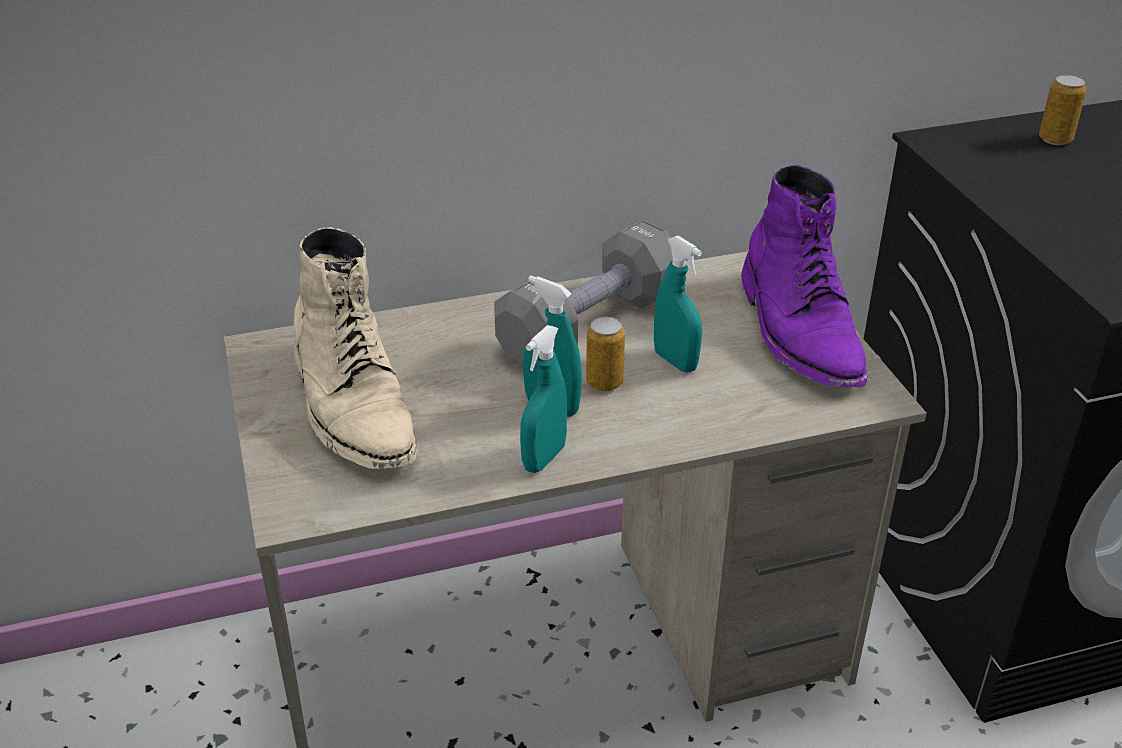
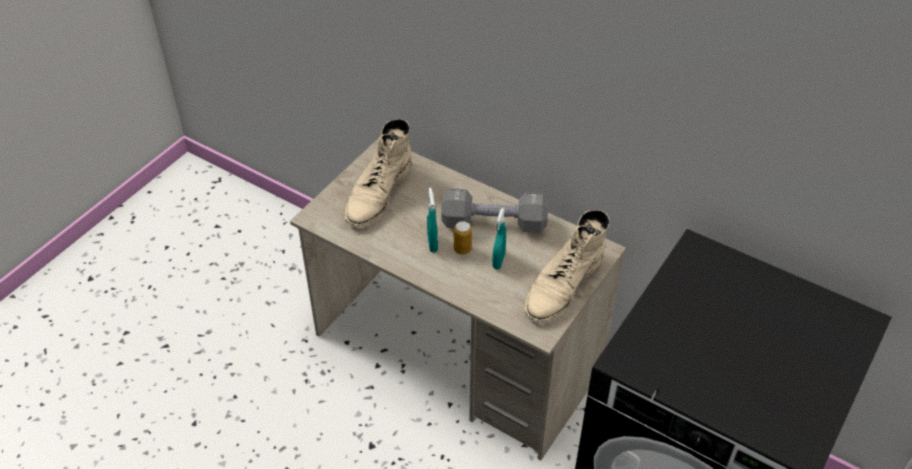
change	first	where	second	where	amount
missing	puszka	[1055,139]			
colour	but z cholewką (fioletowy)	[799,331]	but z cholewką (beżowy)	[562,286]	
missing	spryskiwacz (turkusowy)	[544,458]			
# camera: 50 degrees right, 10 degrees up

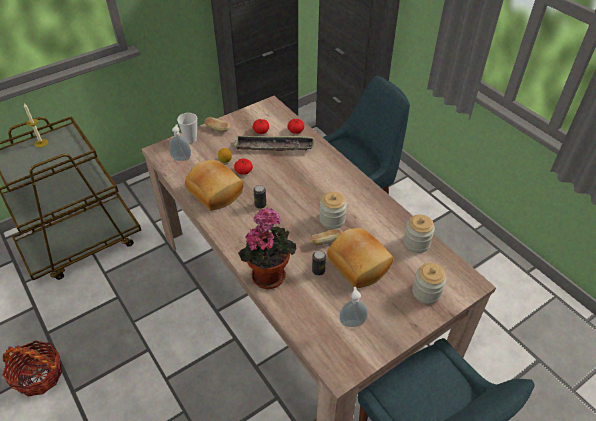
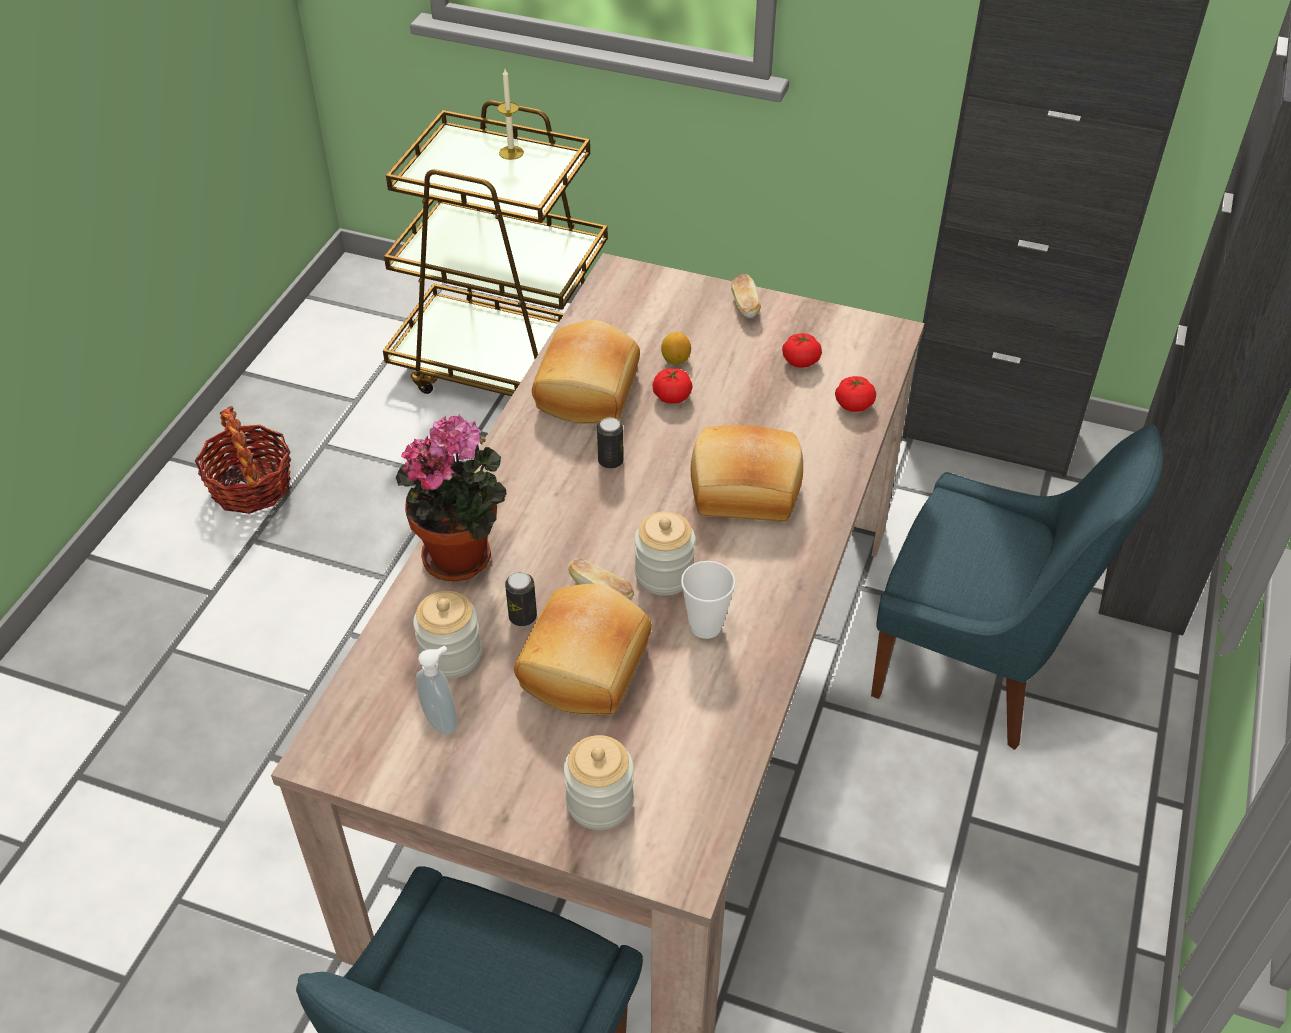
change	first	where	second	where	amount
relocated	filiżanka	[190,139]		[706,626]	
missing	dozownik mydła	[181,158]			
missing	taca	[274,146]			
relocated	słoik	[416,243]		[451,655]	
appeared			chleb	[745,491]	
# camera: 55 degrees right, 0 degrees up

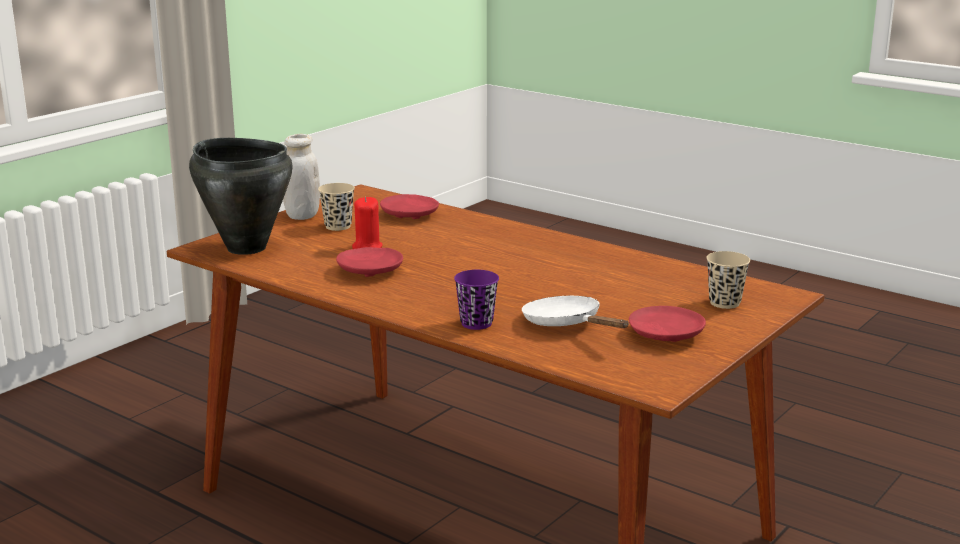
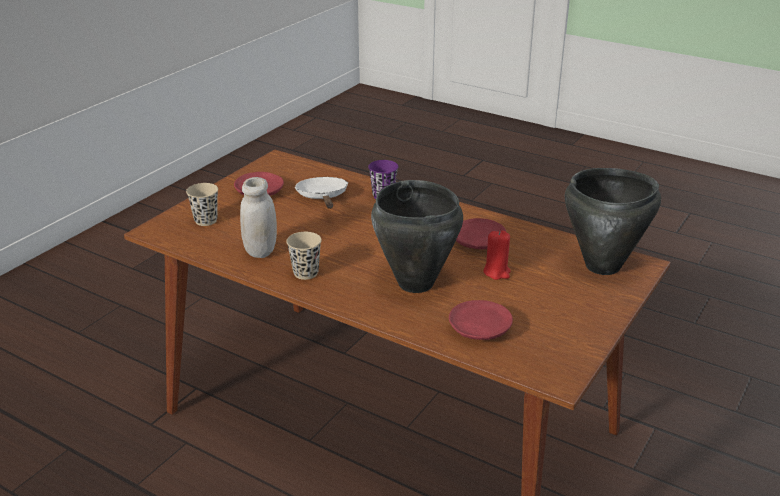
change	first	where	second	where	amount
relocated	słoik (biały)	[302,215]		[261,251]	
relocated	filiżanka (beżowy)	[338,226]		[305,273]	
spun	patelnia (biały)	[567,324]		[323,197]	150 degrees counterclockwise
appeared			garnek (czarny)	[415,283]	
# camera: 175 degrees right, 10 degrees up

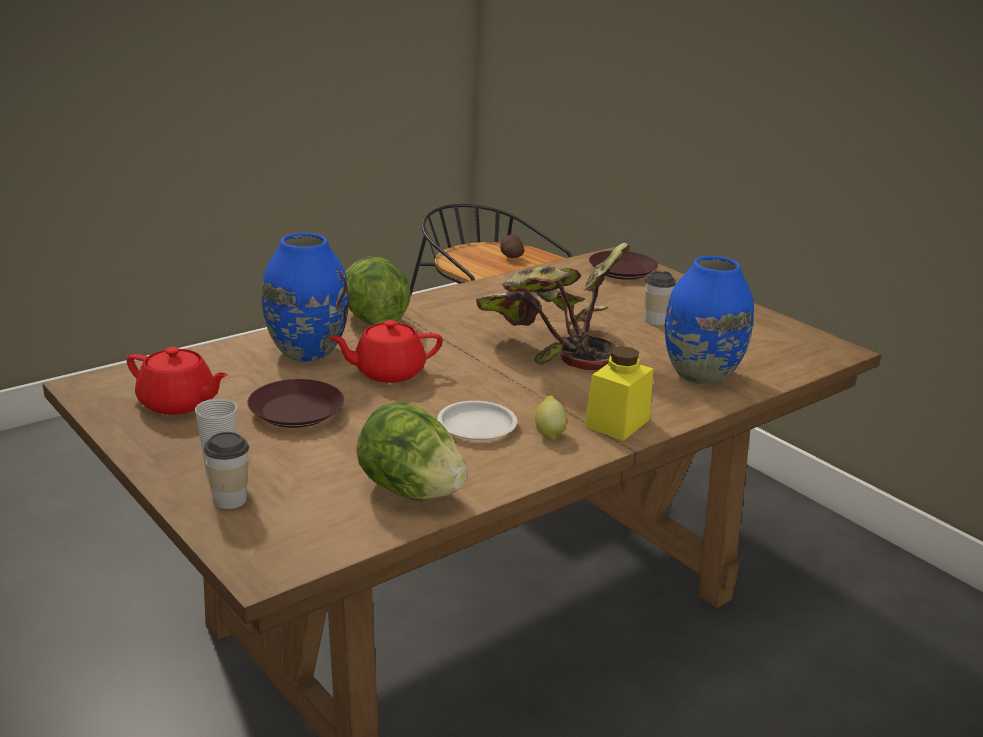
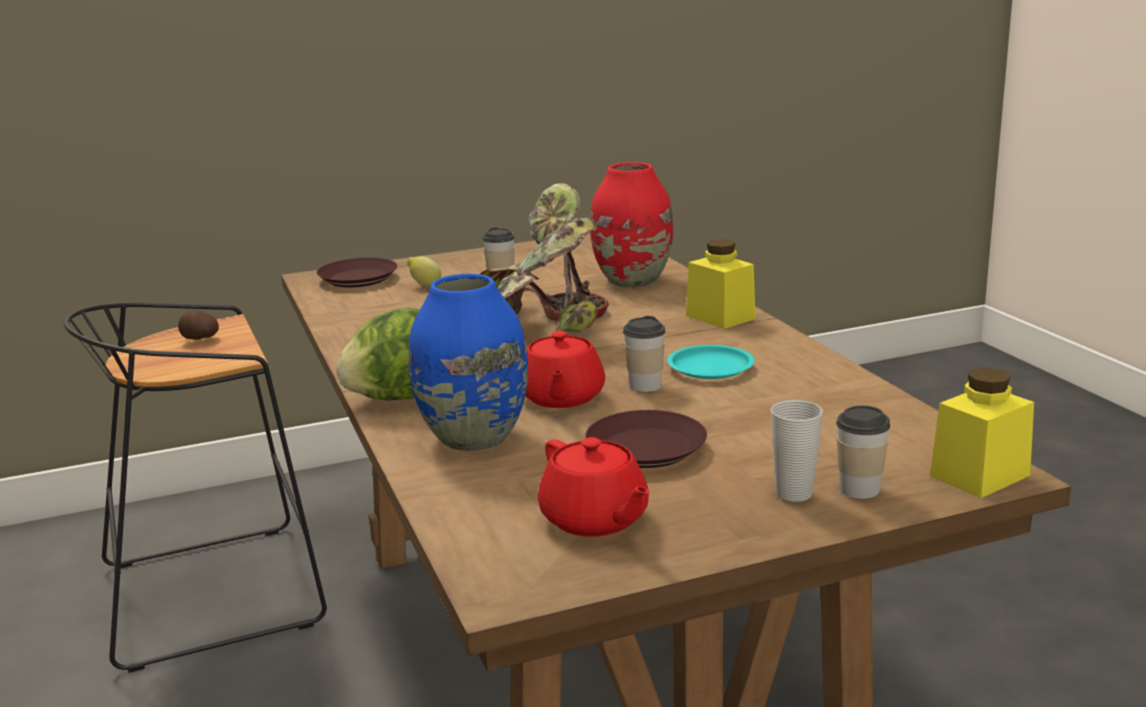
change	first	where	second	where	amount
colour	wazon (niebieski)	[700,375]	wazon (czerwony)	[632,281]	
spun	imbryk (czerwony)	[178,403]		[595,520]	105 degrees clockwise
relocated	cytryna	[549,433]		[425,286]	
colour	talerz (biały)	[477,426]	talerz (turkusowy)	[711,367]	
missing	sałata	[410,491]			
appeared			filiżanka	[645,386]	
appeared			słoik (żółty)	[979,475]	
# camera: 70 degrees left, 5 degrees down

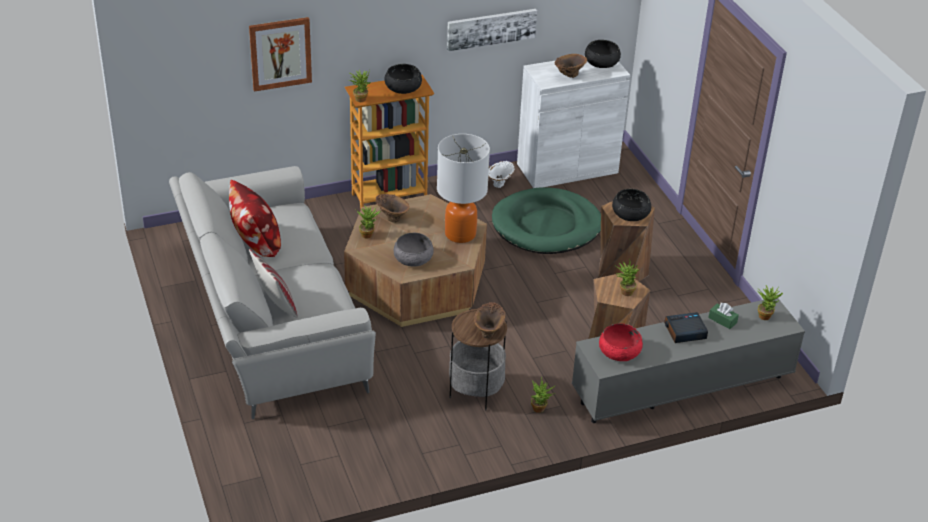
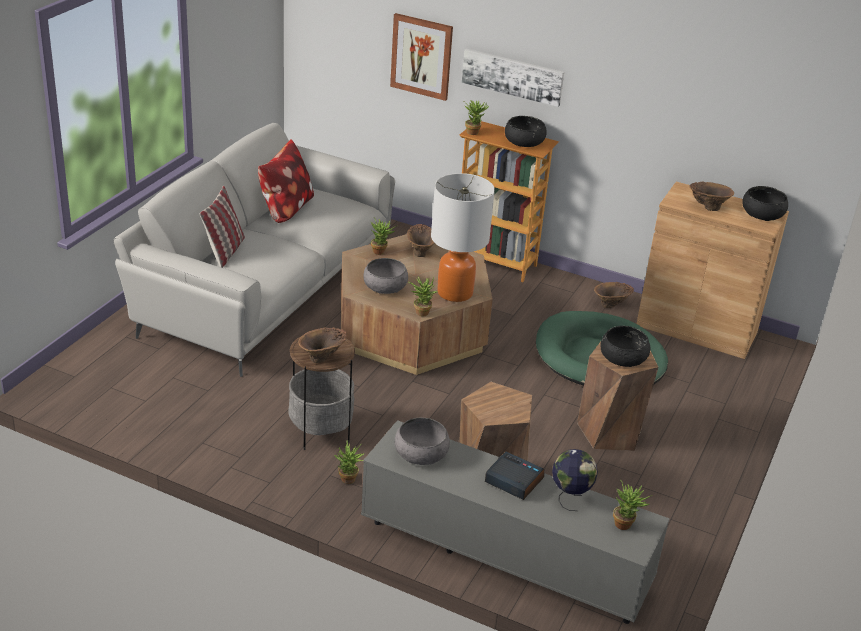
change	first	where	second	where	amount
relocated	obraz	[491,28]		[512,76]	
colour	szafka (biały)	[567,168]	szafka (brązowy)	[696,328]	
colour	wazon (biały)	[500,183]	wazon (brązowy)	[611,305]	
relocated	roślina doniczkowa	[624,291]		[421,311]	
exchanged	pudełko chusteczek (zielony)	[722,320]	globus	[570,498]	
colour	miska (czerwony)	[619,351]	miska (szary)	[421,453]	
# camera: 45 degrees right, 5 degrees down

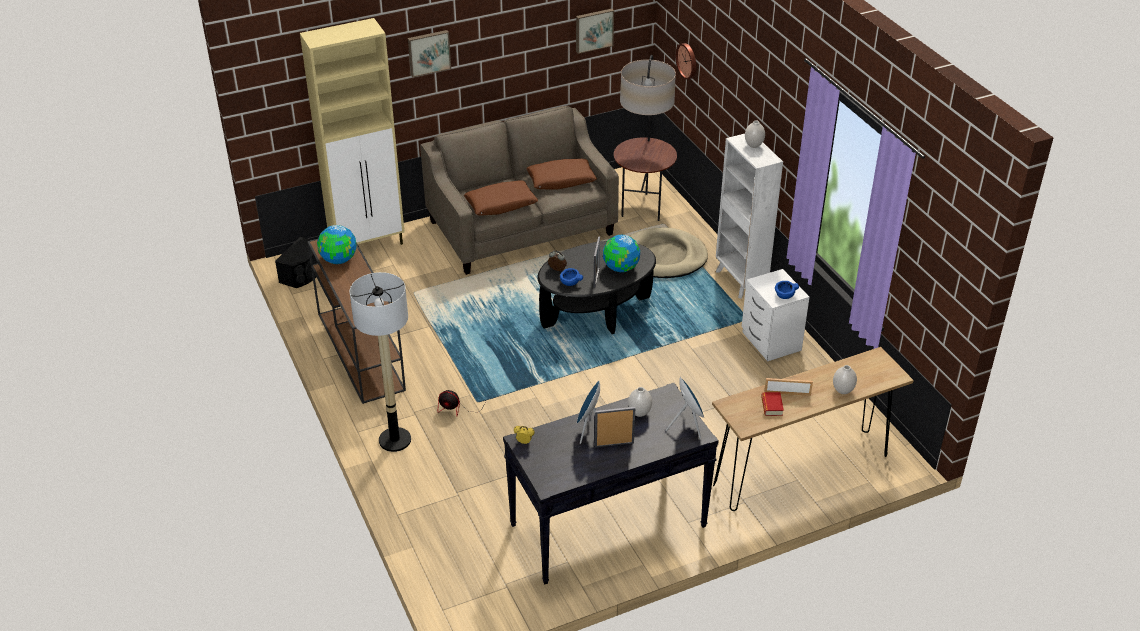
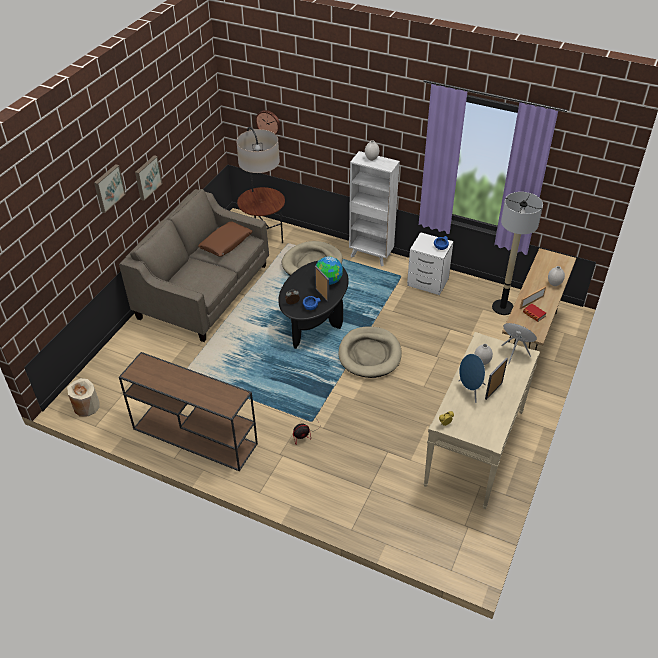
change	first	where	second	where	amount
relocated	obraz	[593,30]		[147,177]	
missing	szafka (beżowy)	[368,244]			
missing	poduszka (brązowy)	[501,204]			
missing	globus	[339,260]			
exchanged	głośnik (czarny)	[303,274]	wazon (beżowy)	[86,406]	
relocated	lampa stojąca	[395,440]		[502,307]	
colour	stolik konsolowy (czarny)	[607,526]	stolik konsolowy (beżowy)	[475,448]	
appeared			legowisko (beżowy)	[369,354]	
# camera: 40 degrees left, 5 degrees up

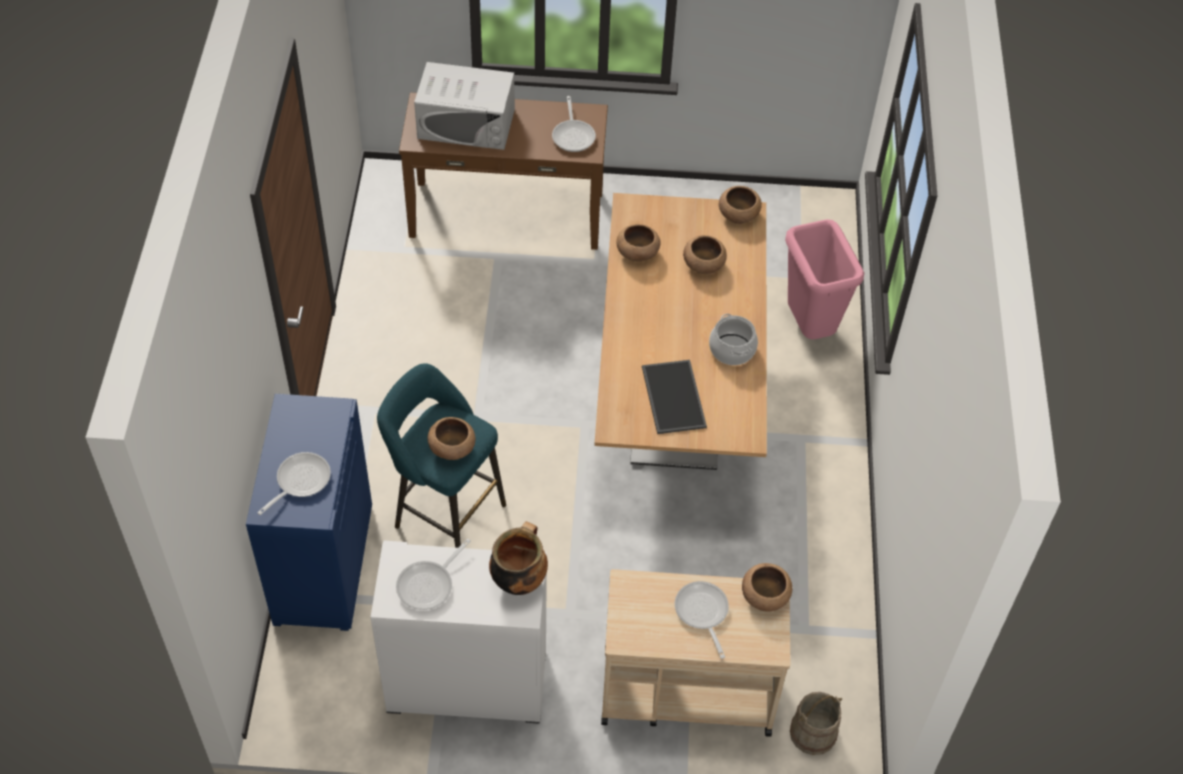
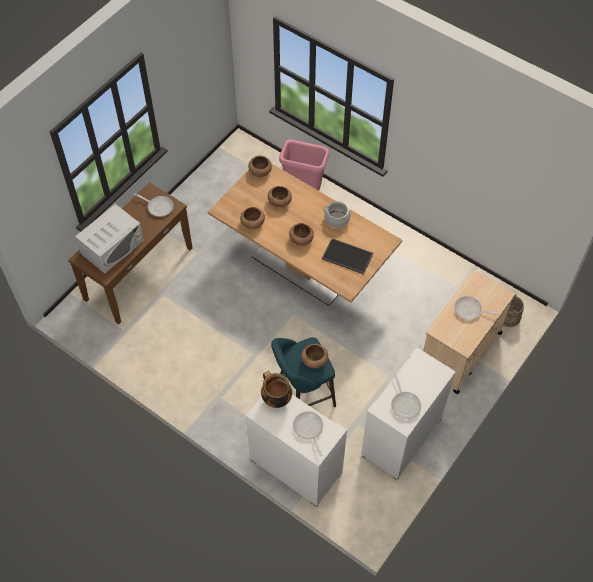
change	first	where	second	where	amount
colour	szafka (niebieski)	[322,563]	szafka (biały)	[295,466]	
relocated	garnek	[518,579]		[276,399]	
relocated	miska (brązowy)	[765,596]		[301,239]	
# camera: 55 degrees left, 5 degrees up

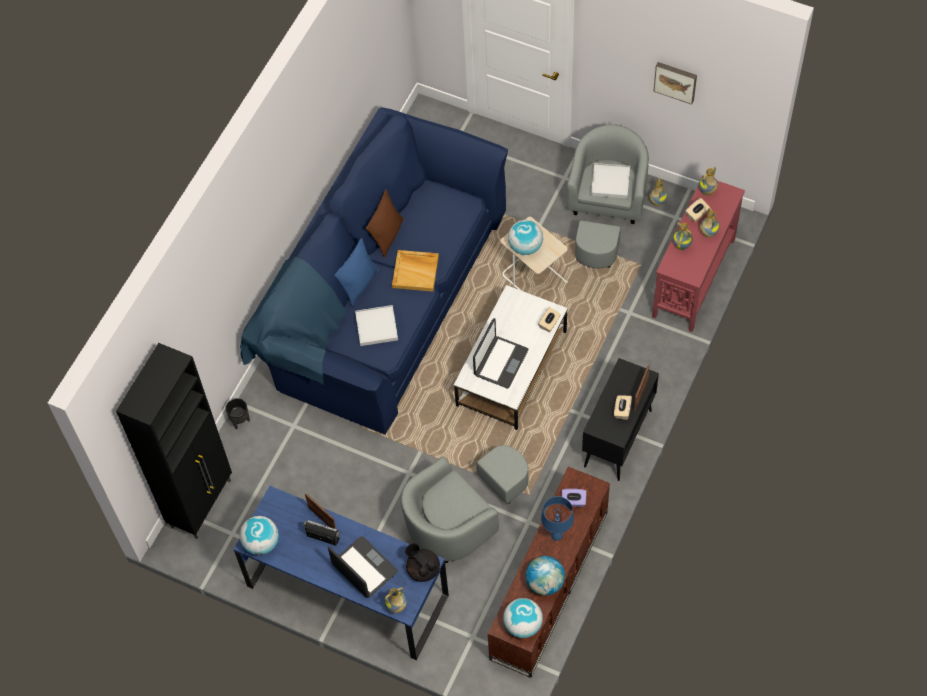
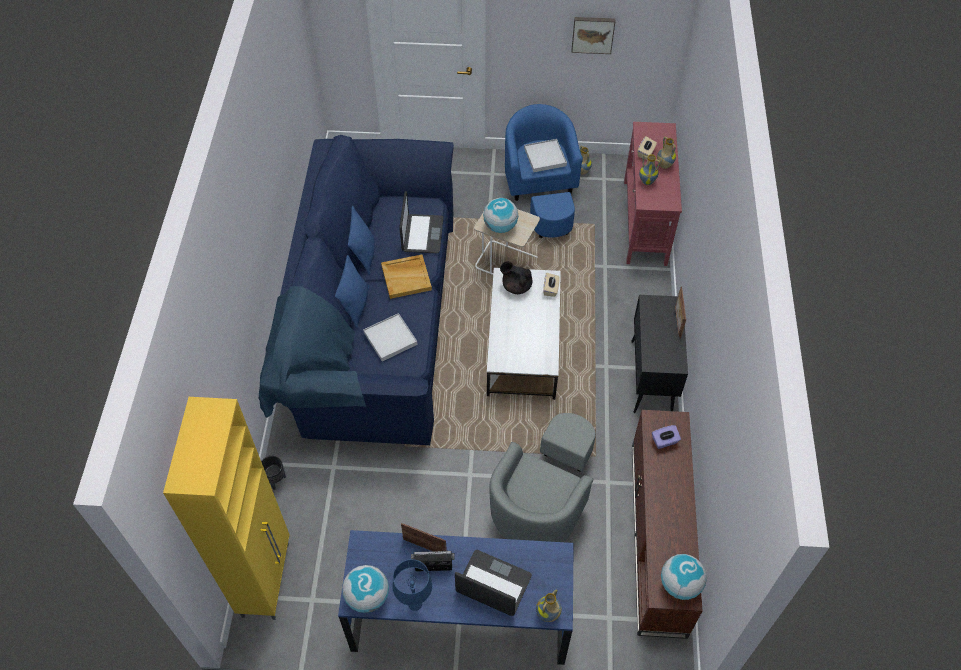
change	first	where	second	where	amount
colour	fotel (szary)	[605,212]	fotel (niebieski)	[541,191]	
missing	wazon	[707,192]			
colour	poduszka (brązowy)	[387,236]	poduszka (niebieski)	[364,255]	
relocated	laptop	[500,362]		[422,234]	
colour	szafka (czarny)	[202,503]	szafka (żółty)	[267,578]	
missing	pudełko chusteczek (beżowy)	[622,411]			
relocated	lampa stołowa (niebieski)	[556,535]		[414,604]	
relocated	imbryk (czarny)	[423,569]		[516,286]	
missing	globus	[545,583]			
# camera: 25 degrees left, 5 degrees down

